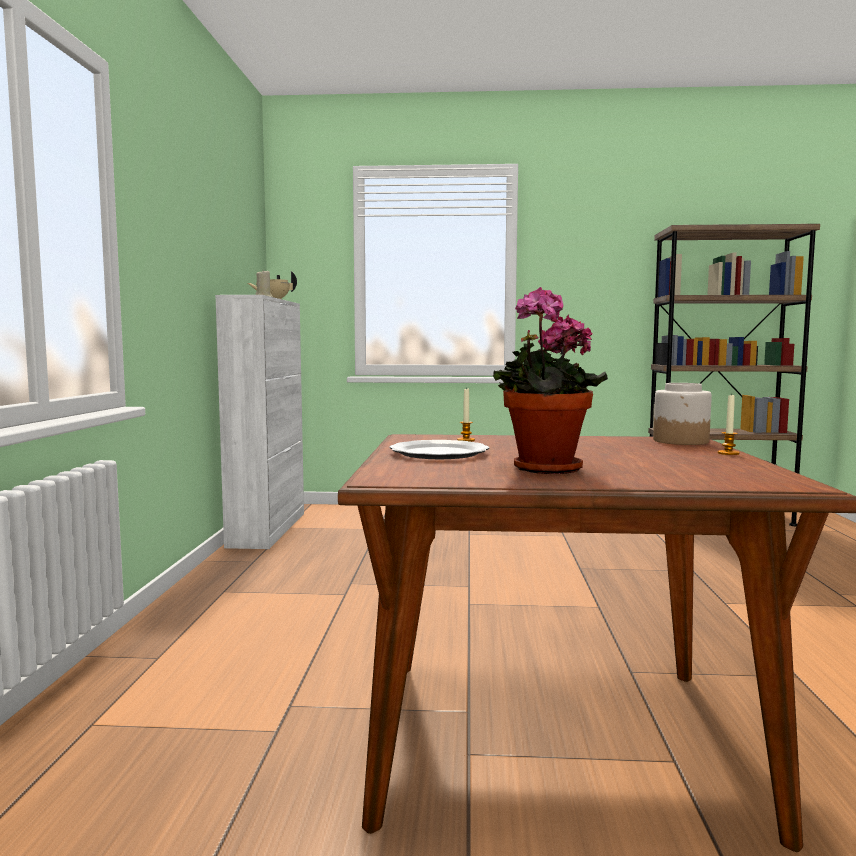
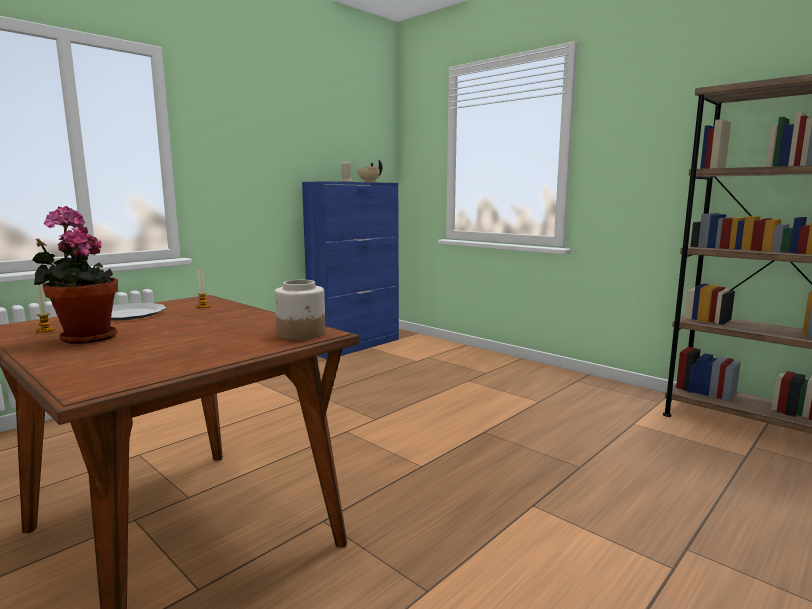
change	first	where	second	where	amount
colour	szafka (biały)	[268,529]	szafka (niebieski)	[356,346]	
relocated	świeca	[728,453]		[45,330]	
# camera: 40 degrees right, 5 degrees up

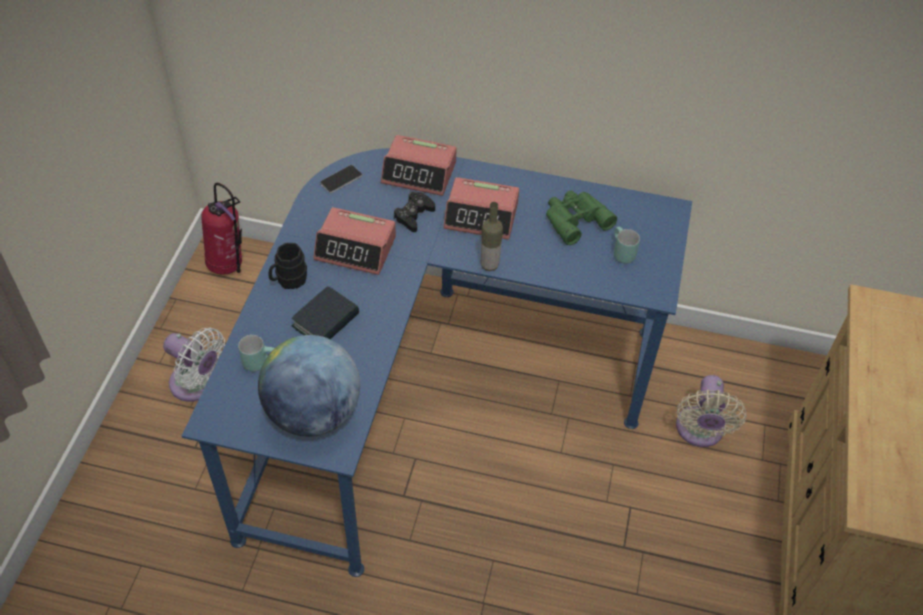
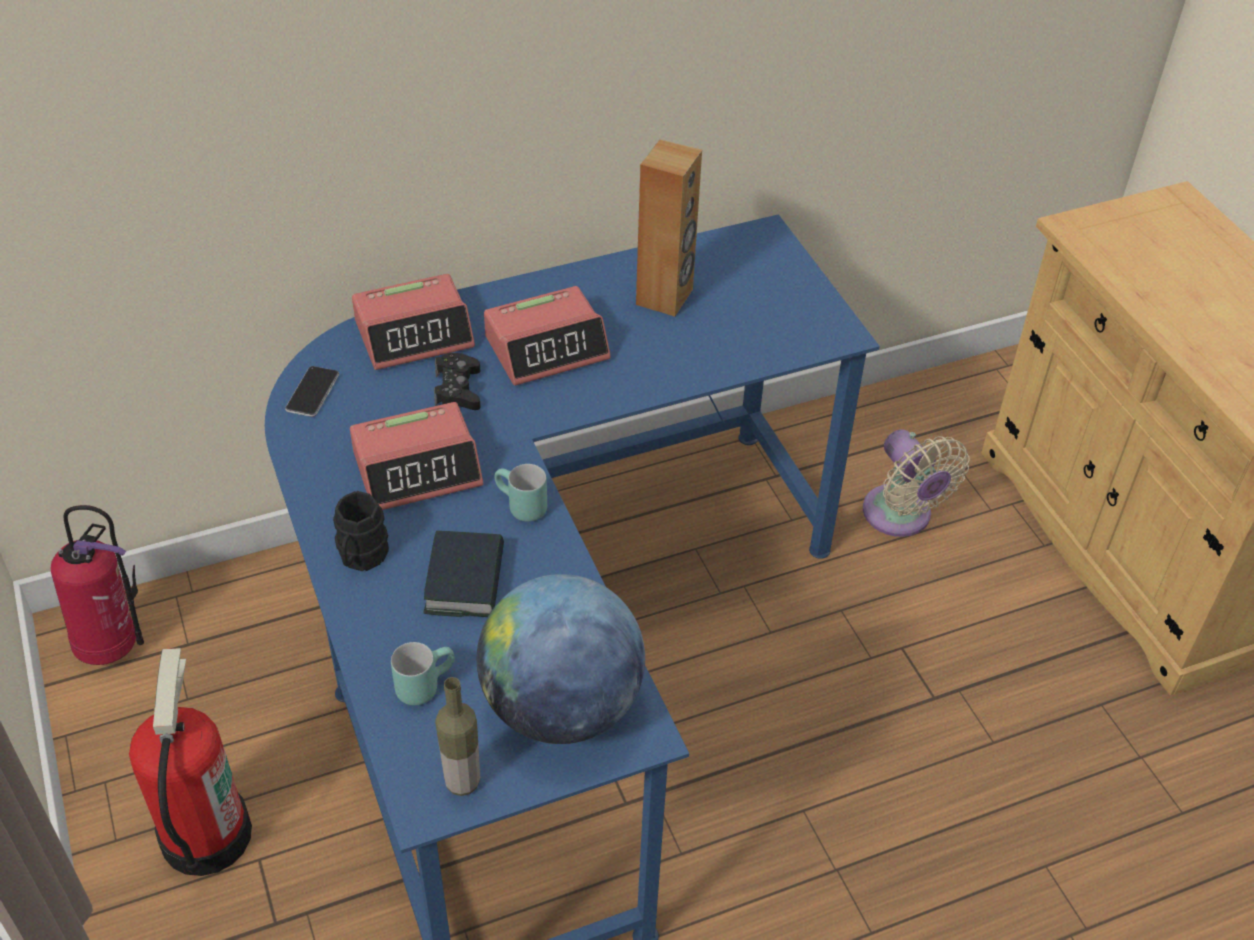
change	first	where	second	where	amount
exchanged	lornetka (zielony)	[574,219]	głośnik (brązowy)	[665,297]	
relocated	butelka	[489,265]		[462,782]	
relocated	kubek (turkusowy)	[620,253]		[519,507]	
exchanged	wentylator (biały)	[197,384]	gaśnica	[204,834]	
# camera: 35 degrees left, 5 degrees down

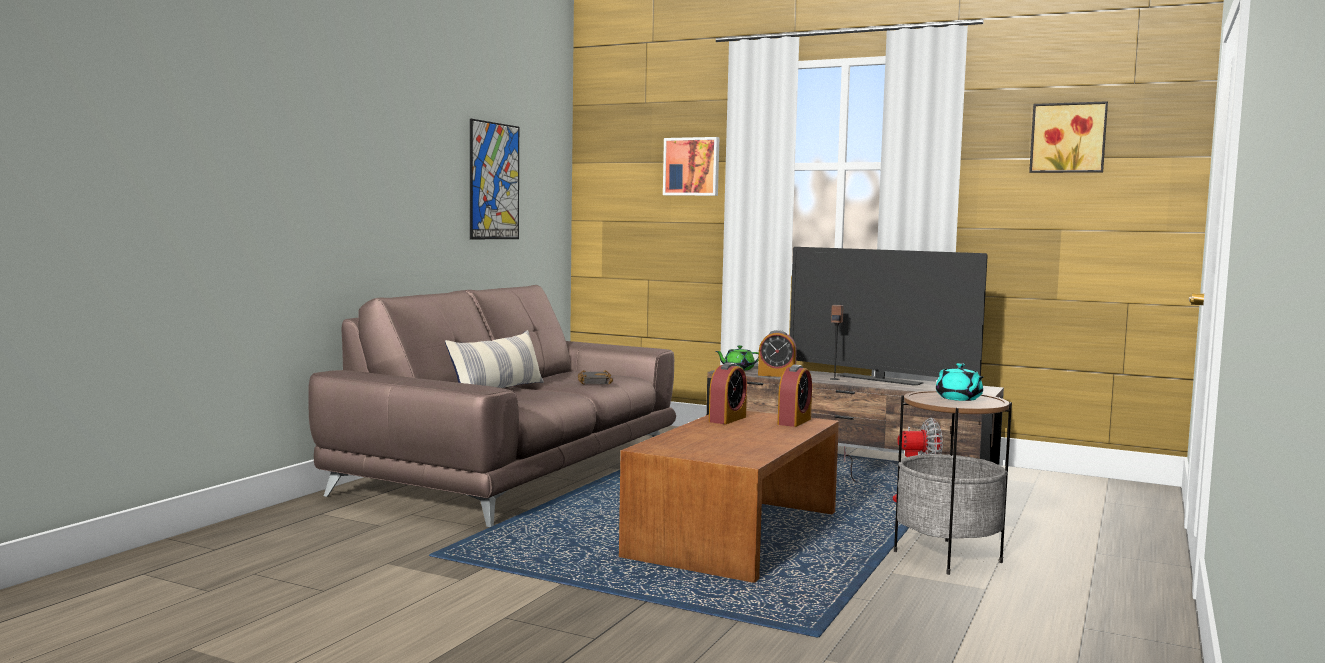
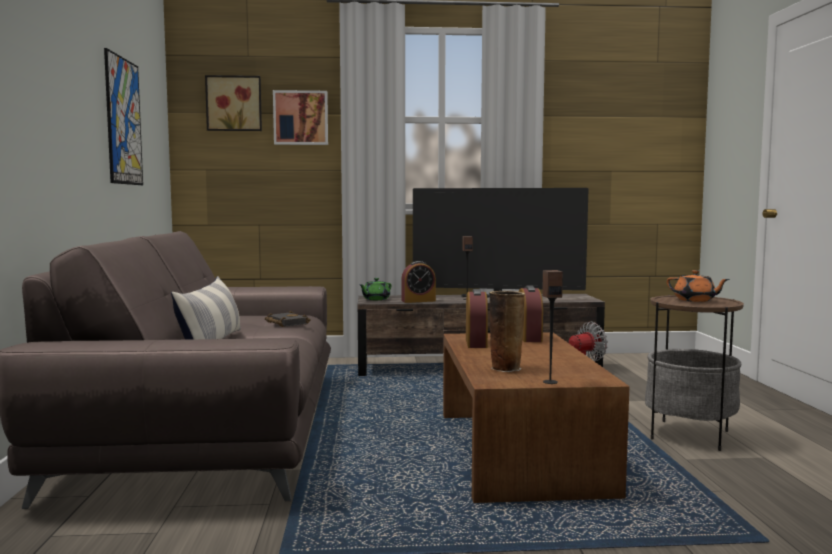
change	first	where	second	where	amount
relocated	obraz	[1068,138]		[234,104]	
colour	imbryk (turkusowy)	[959,398]	imbryk (pomarańczowy)	[695,300]	
appeared			głośnik	[550,382]	
appeared			wazon	[505,368]	
# camera: 30 degrees left, 0 degrees up

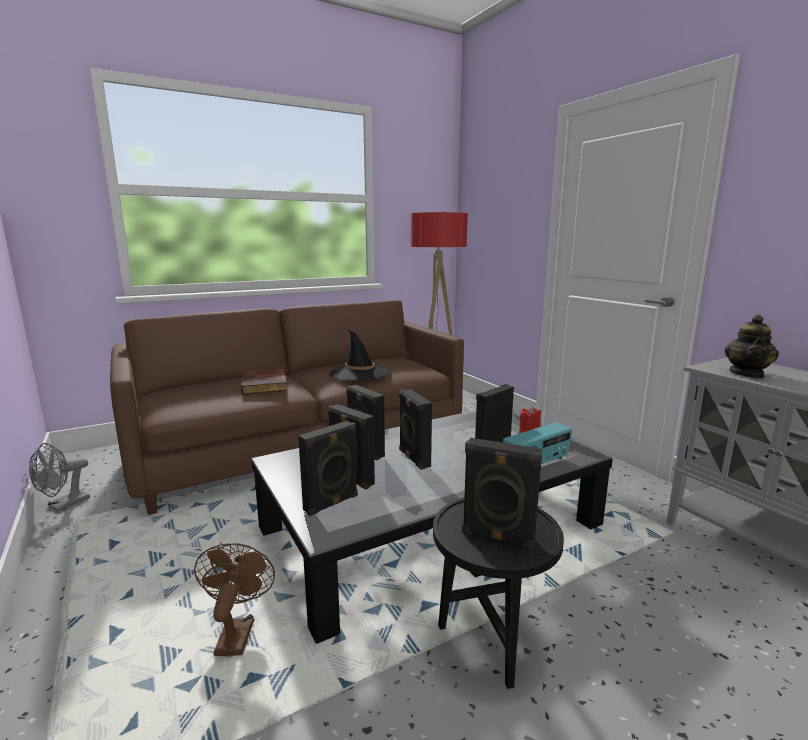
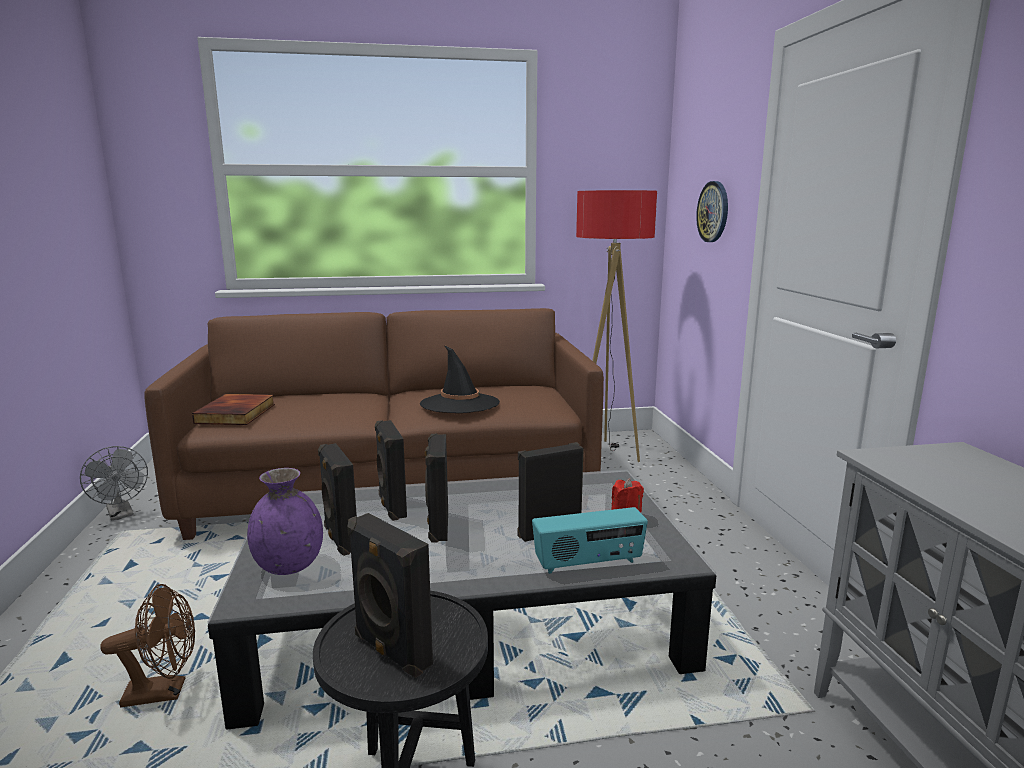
change	first	where	second	where	amount
missing	imbryk	[747,374]			
relocated	książka	[265,385]		[237,414]	
exchanged	głośnik (czarny)	[332,503]	wazon (fioletowy)	[289,565]	
spun	wentylator (szary)	[64,505]		[121,514]	90 degrees counterclockwise
spun	wentylator (brązowy)	[236,632]		[164,692]	60 degrees clockwise
appeared			zegar ścienny	[713,212]	
# camera: 20 degrees right, 0 degrees up

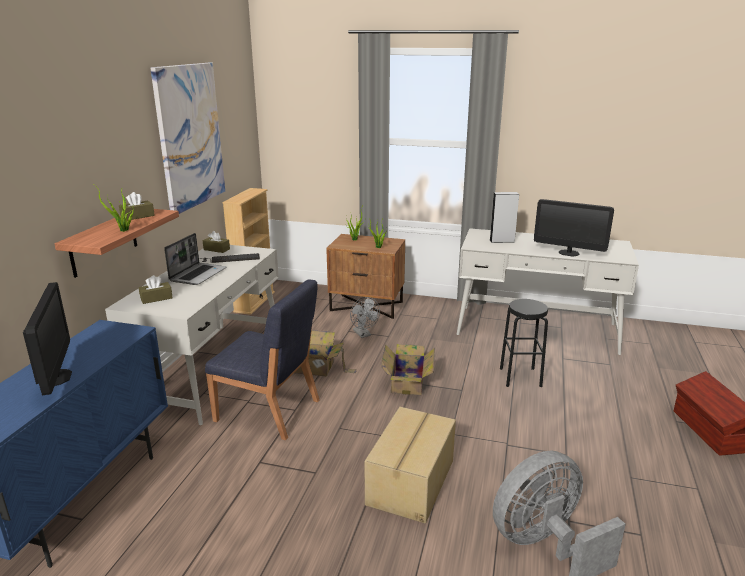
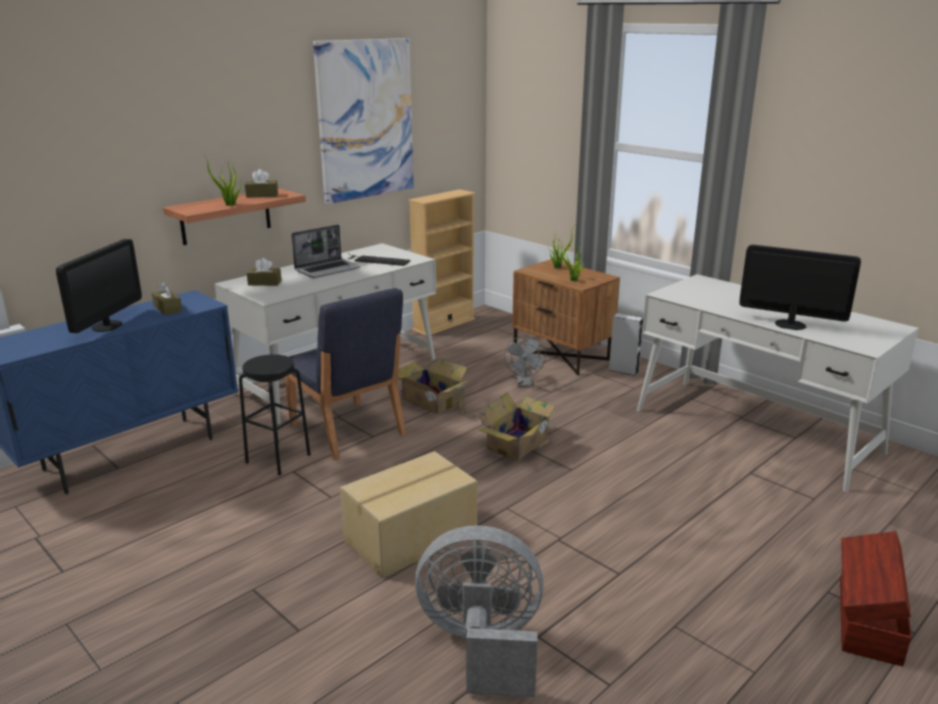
change	first	where	second	where	amount
relocated	głośnik (szary)	[502,241]		[623,371]	
spun	monitor	[569,253]		[790,325]	150 degrees clockwise
relocated	pudełko chusteczek (brązowy)	[216,249]		[168,308]	
relocated	stołek (czarny)	[520,377]		[278,458]	
# camera: 30 degrees right, 0 degrees up

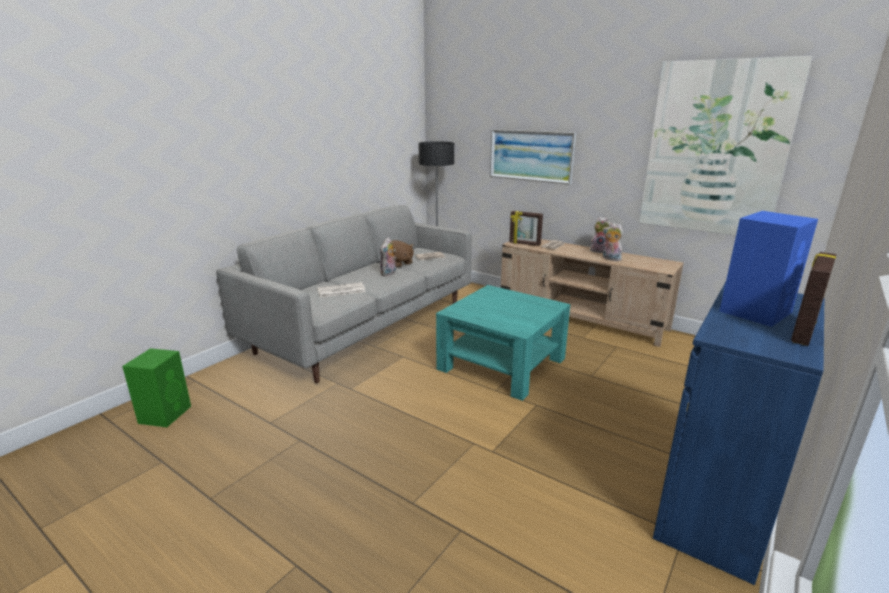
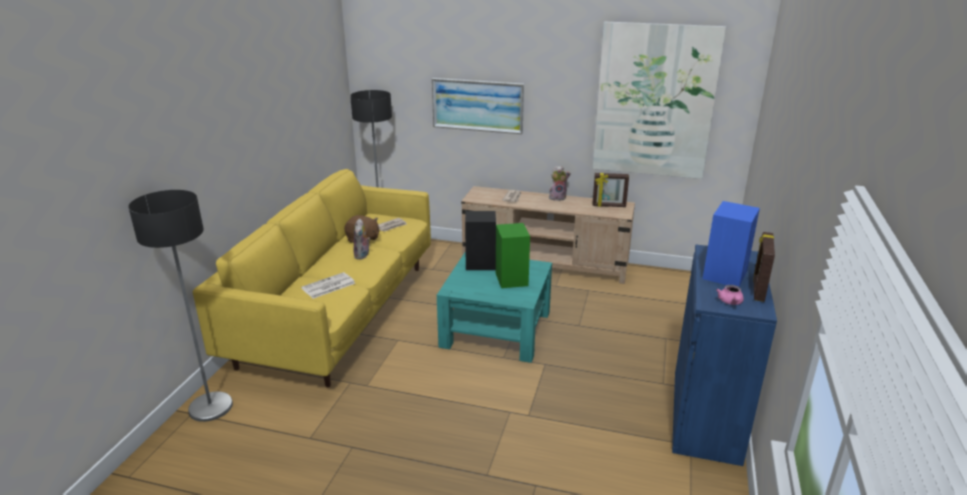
change	first	where	second	where	amount
colour	kanapa (szary)	[366,327]	kanapa (żółty)	[339,314]	
relocated	ramka na zdjęcie	[524,244]		[609,206]	
missing	pluszak	[610,259]			
relocated	głośnik (zielony)	[166,414]		[511,279]	
appeared			lampa stojąca	[210,407]	
appeared			głośnik (czarny)	[481,264]	
appeared			imbryk (różowy)	[730,302]	
# camera: 20 degrees left, 5 degrees up

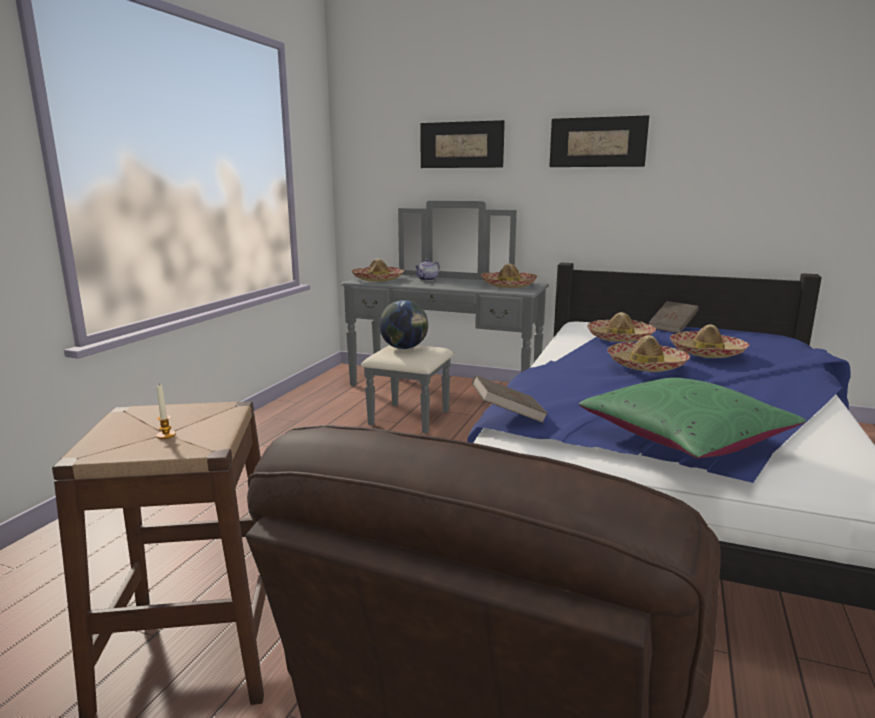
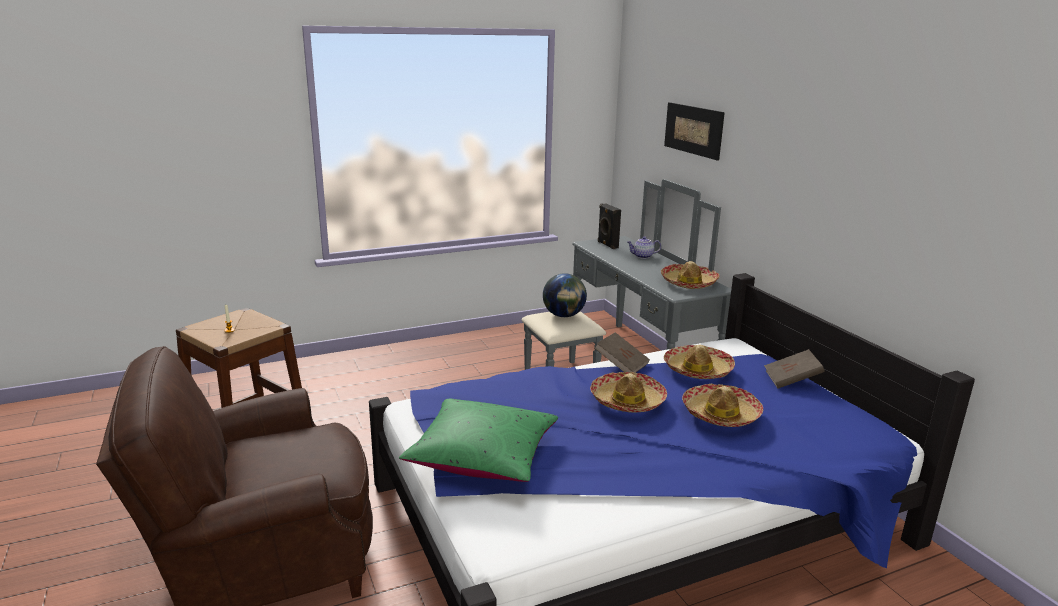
change	first	where	second	where	amount
missing	obraz	[597,142]			
exchanged	kapelusz	[378,279]	głośnik (czarny)	[607,245]	
relocated	książka (brązowy)	[508,415]		[621,365]	
# camera: 45 degrees right, 5 degrees up

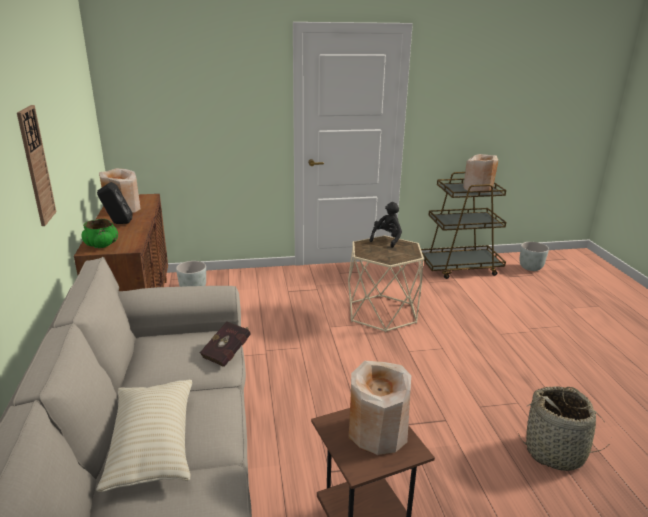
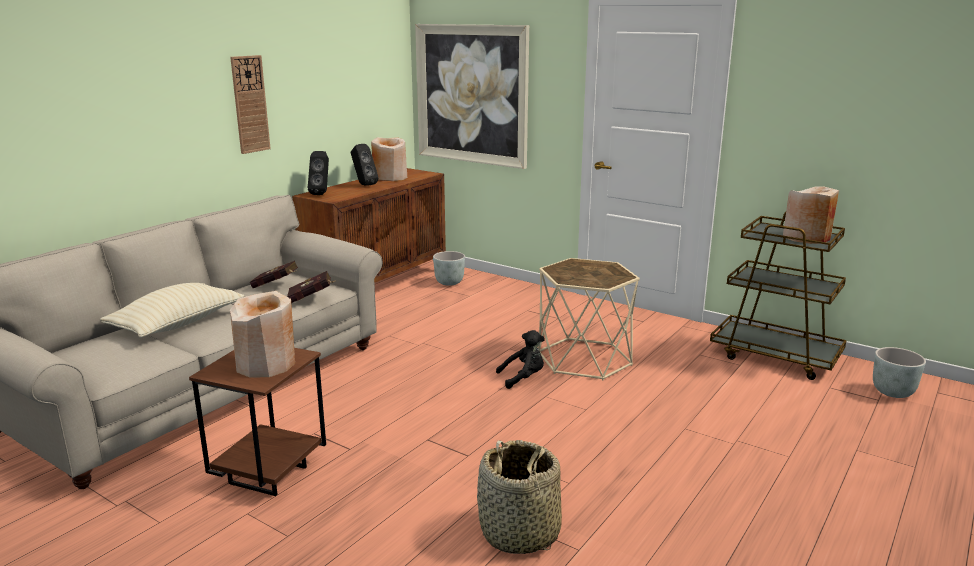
change	first	where	second	where	amount
relocated	pluszak (czarny)	[387,239]		[523,378]	
exchanged	miska (zielony)	[101,245]	głośnik (czarny)	[322,194]	
appeared			obraz	[472,94]	
appeared			książka (czerwony)	[277,286]	
# camera: 45 degrees right, 5 degrees down

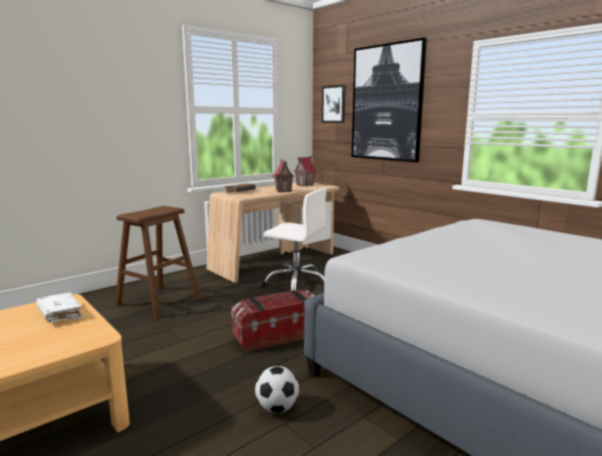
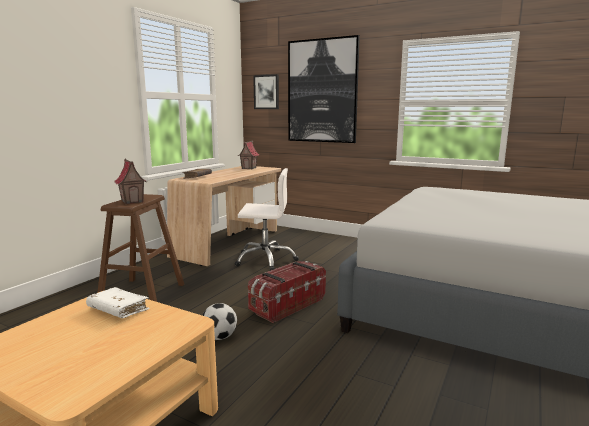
change	first	where	second	where	amount
relocated	domek	[283,191]		[132,201]	
relocated	piłka futbolowa	[277,408]		[219,337]	
# camera: 20 degrees left, 0 degrees up

